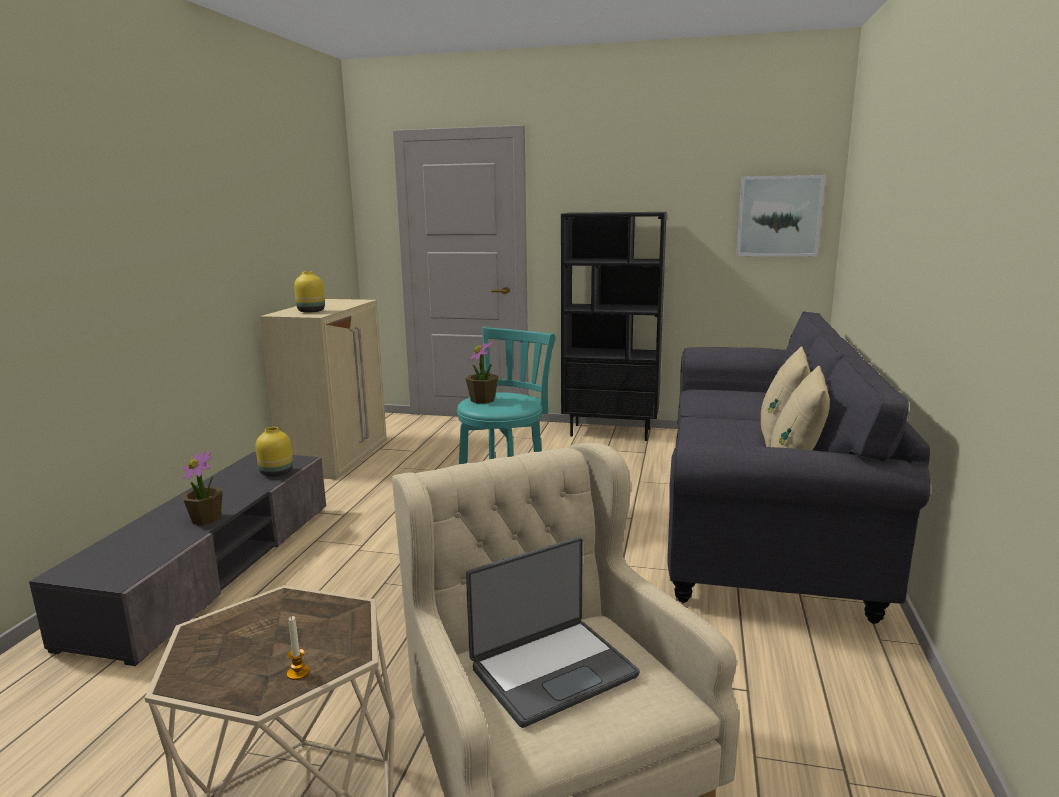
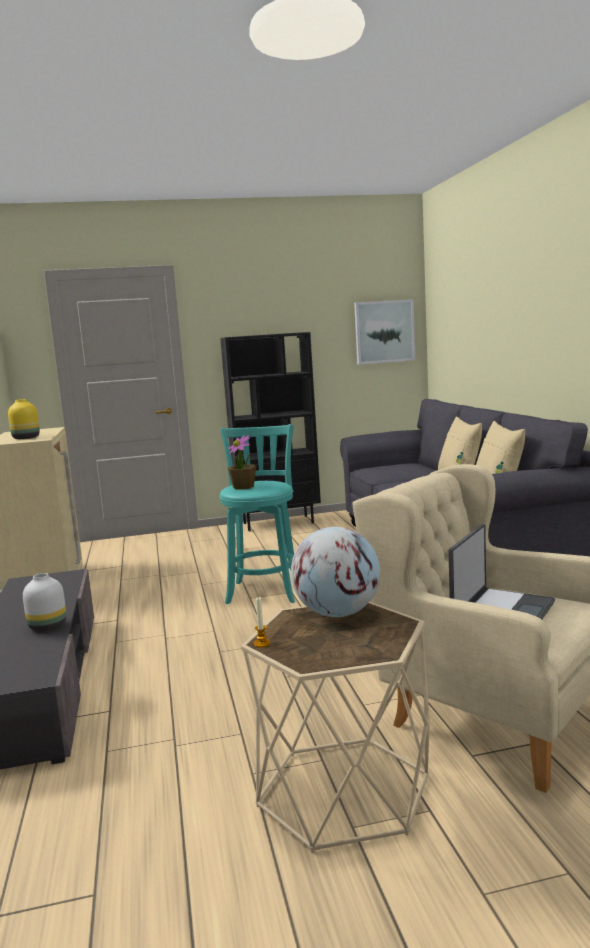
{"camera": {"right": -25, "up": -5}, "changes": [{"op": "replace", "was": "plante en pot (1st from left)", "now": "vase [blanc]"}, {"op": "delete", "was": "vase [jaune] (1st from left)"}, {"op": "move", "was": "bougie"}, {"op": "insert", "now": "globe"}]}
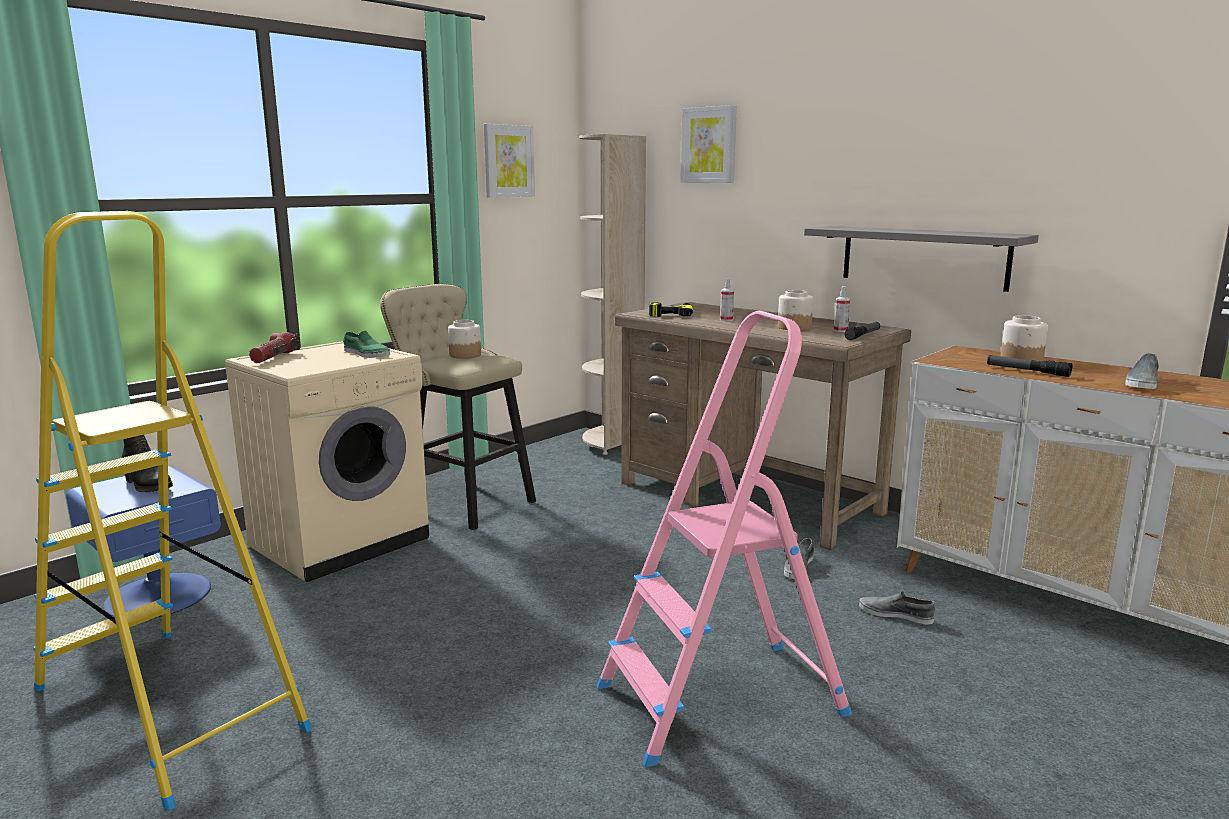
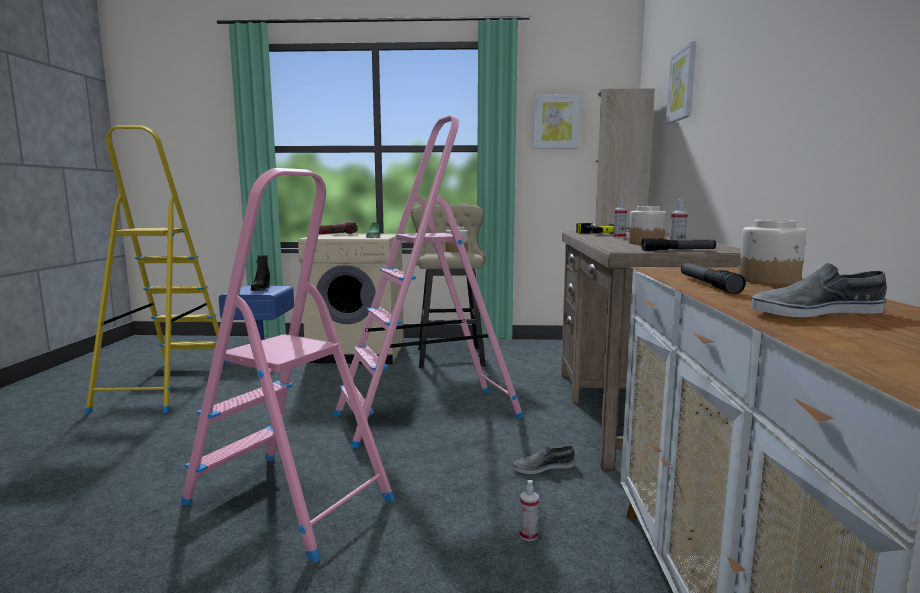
{"camera": {"right": 50, "up": -5}, "changes": [{"op": "delete", "was": "étagère [gris]"}, {"op": "replace", "was": "chaussure [gris] (2nd from left)", "now": "vaporisateur (1st from left)"}, {"op": "insert", "now": "escabeau [rose] (2nd from left)"}]}
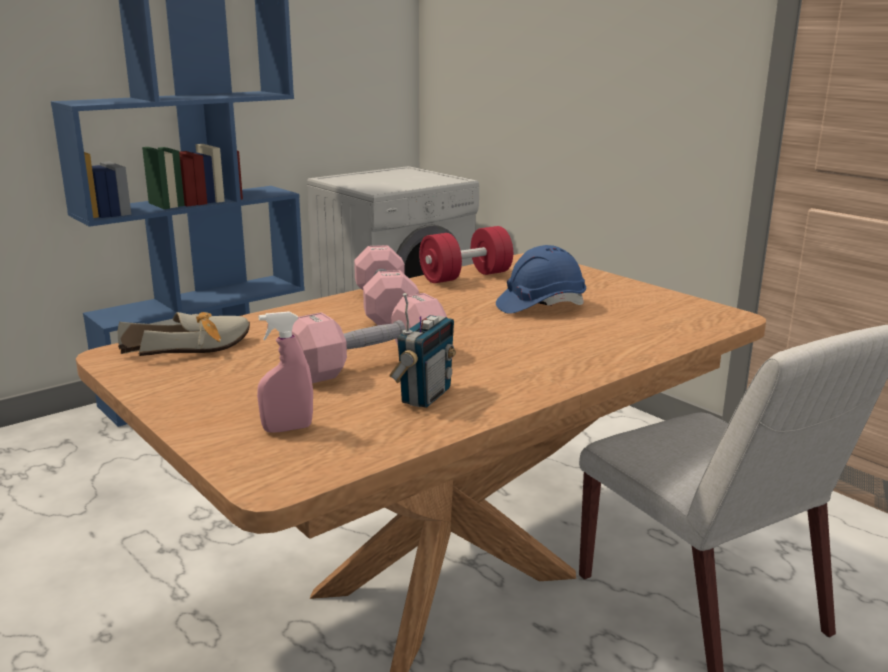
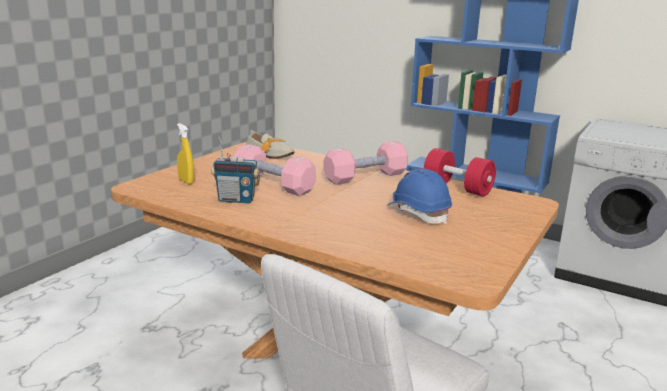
{"camera": {"right": 70, "up": 0}, "changes": [{"op": "recolor", "was": "vaporisateur [rose]", "now": "vaporisateur [jaune]"}]}
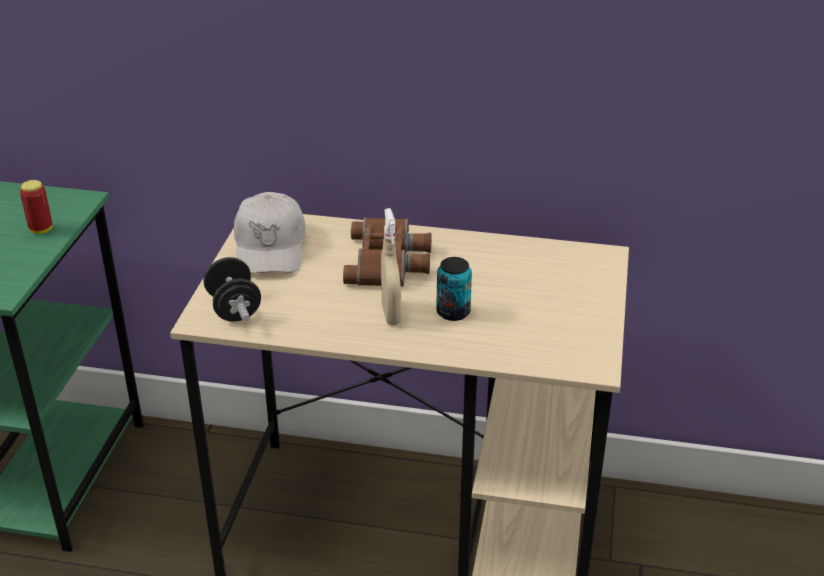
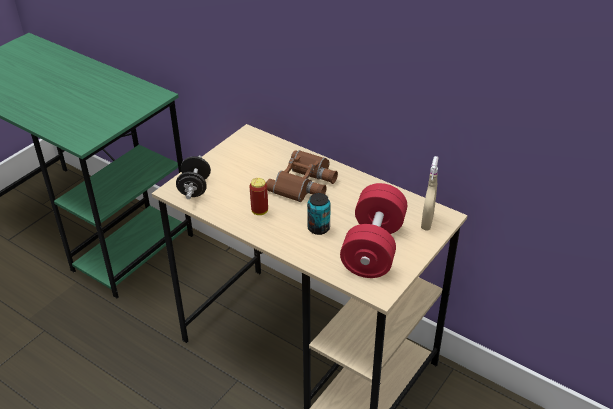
{"camera": {"right": 25, "up": 5}, "changes": [{"op": "move", "was": "boîte métallique (1st from left)"}, {"op": "delete", "was": "casquette [blanc]"}, {"op": "move", "was": "vaporisateur [beige]"}, {"op": "insert", "now": "haltère [rouge]"}]}
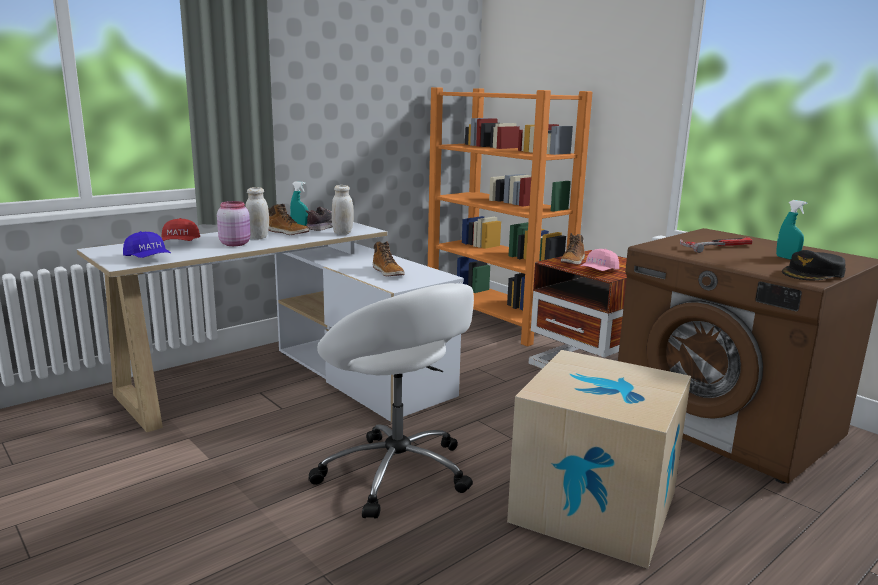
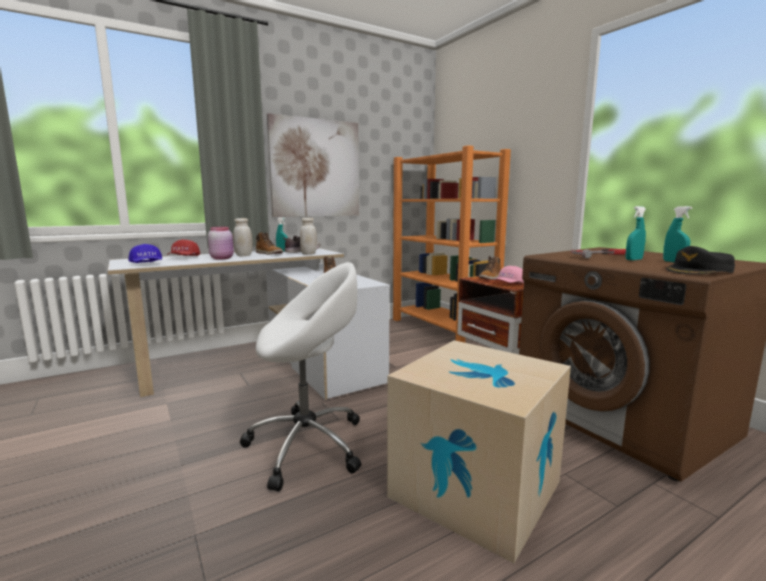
{"camera": {"right": 10, "up": -5}, "changes": [{"op": "rotate", "was": "chaise de bureau [blanc]", "clockwise": -75}, {"op": "insert", "now": "tableau"}, {"op": "insert", "now": "vaporisateur [turquoise] (2nd from left)"}]}
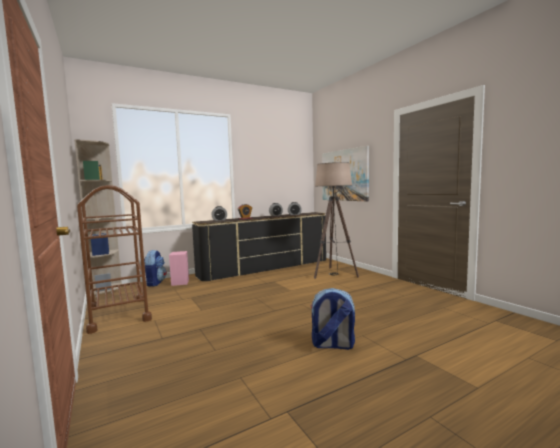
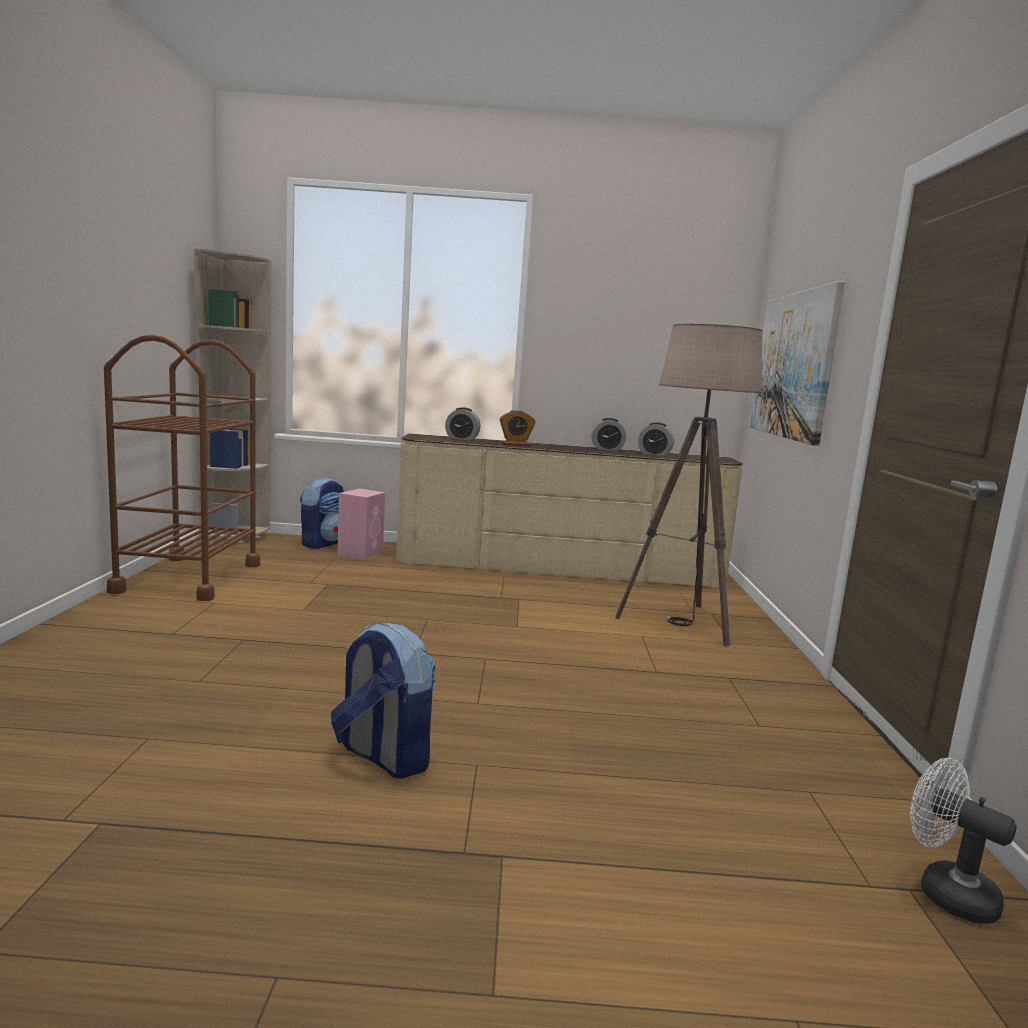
{"camera": {"right": 30, "up": 5}, "changes": [{"op": "recolor", "was": "meuble de rangement [noir]", "now": "meuble de rangement [beige]"}, {"op": "insert", "now": "ventilateur [blanc]"}]}
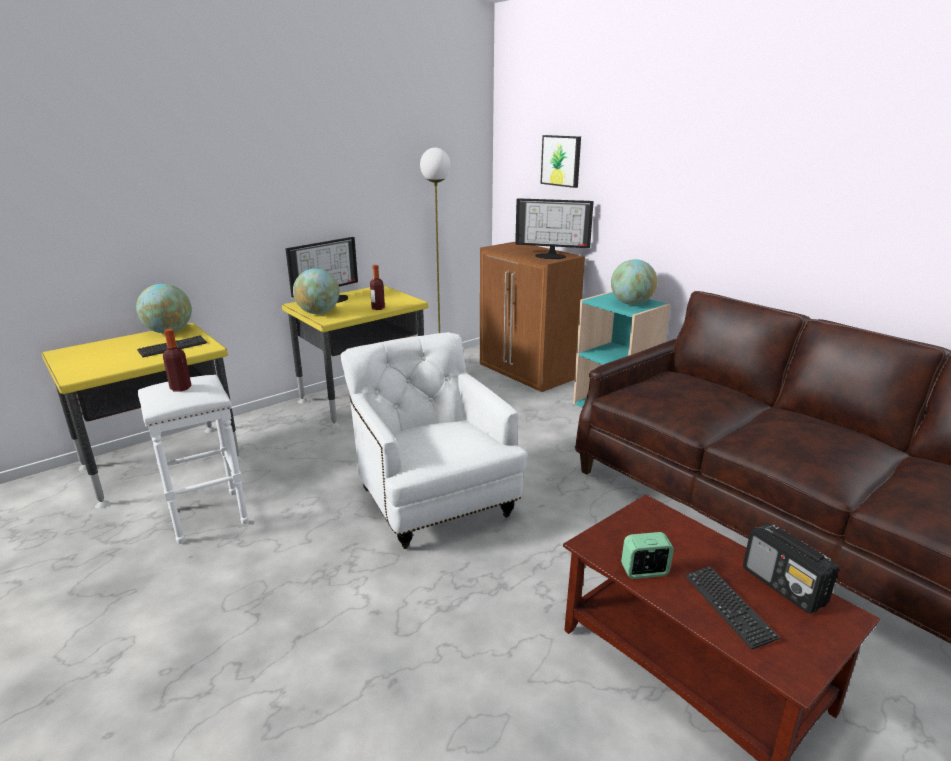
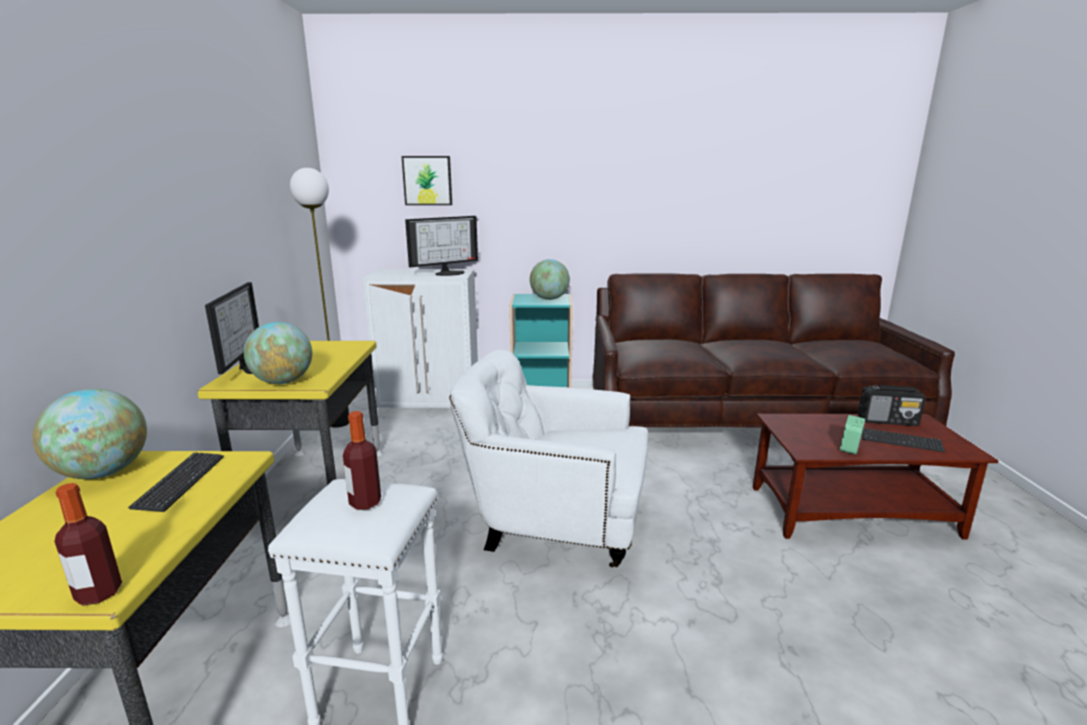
{"camera": {"right": -50, "up": -5}, "changes": [{"op": "move", "was": "bouteille (2nd from left in the first image)", "now": "bouteille (1st from left)"}, {"op": "recolor", "was": "meuble de rangement [marron]", "now": "meuble de rangement [blanc]"}]}
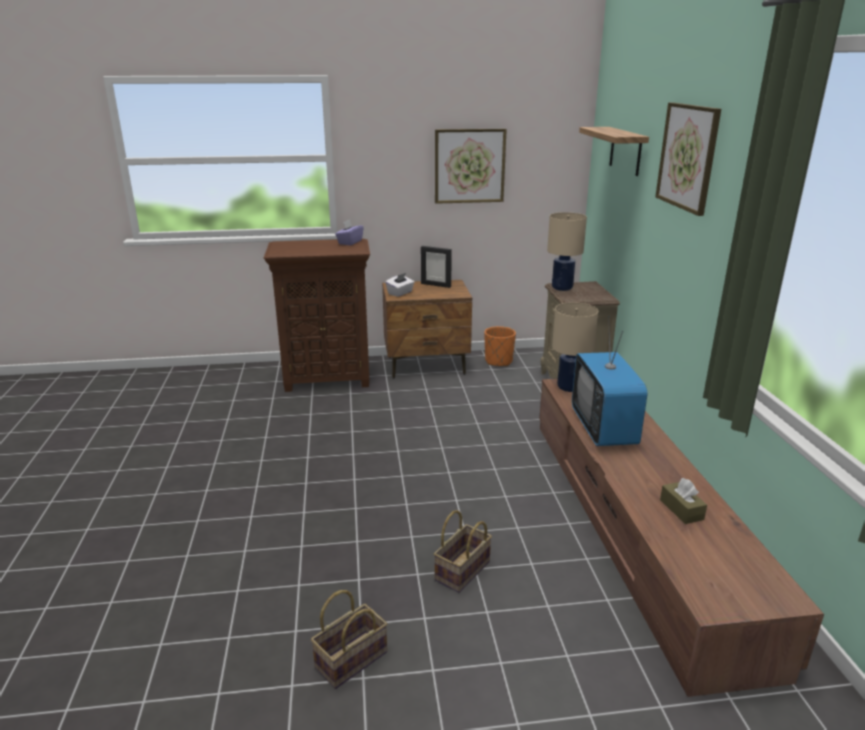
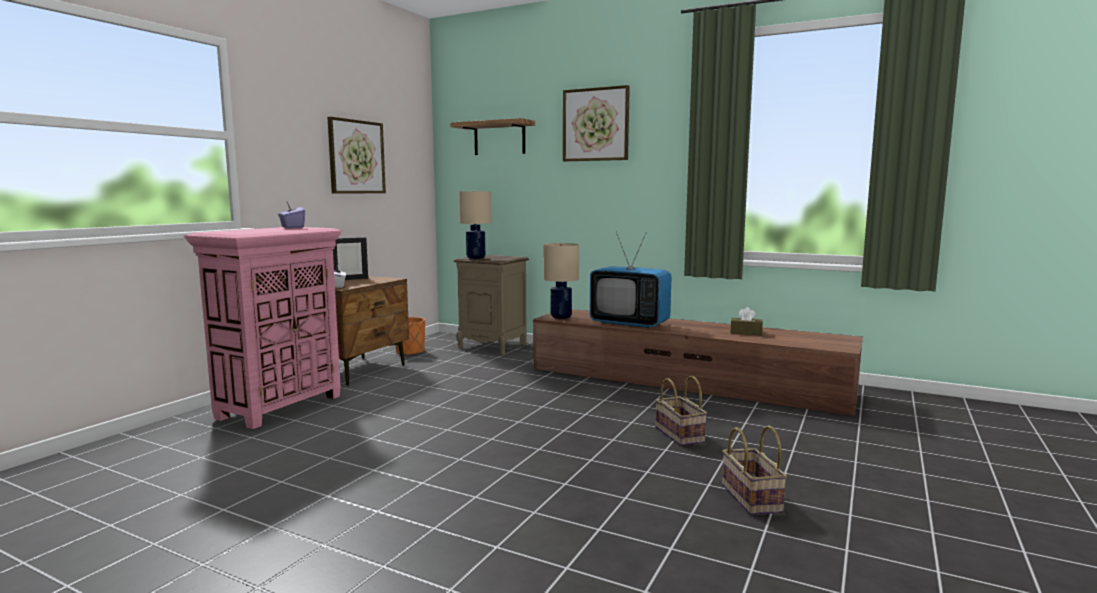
{"camera": {"right": -55, "up": -15}, "changes": [{"op": "recolor", "was": "meuble de rangement [marron]", "now": "meuble de rangement [rose]"}]}
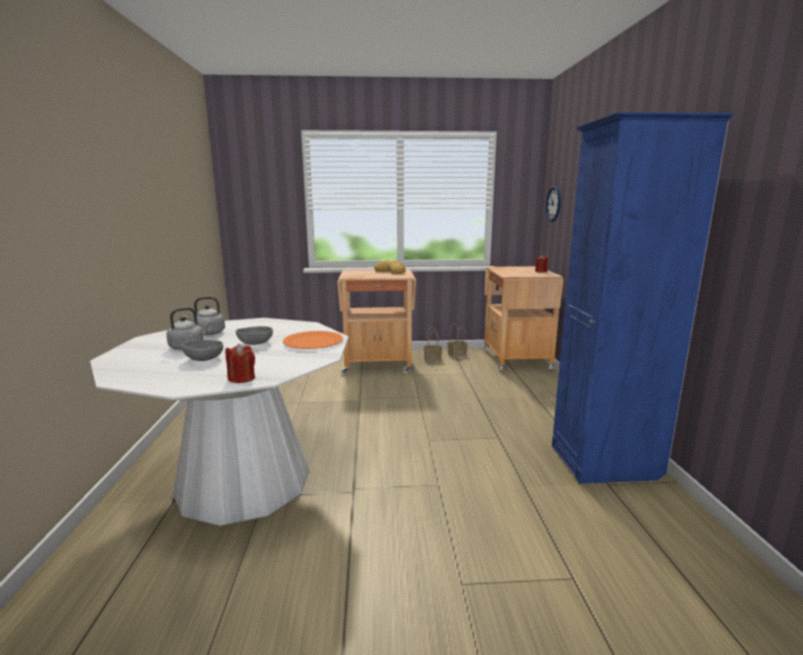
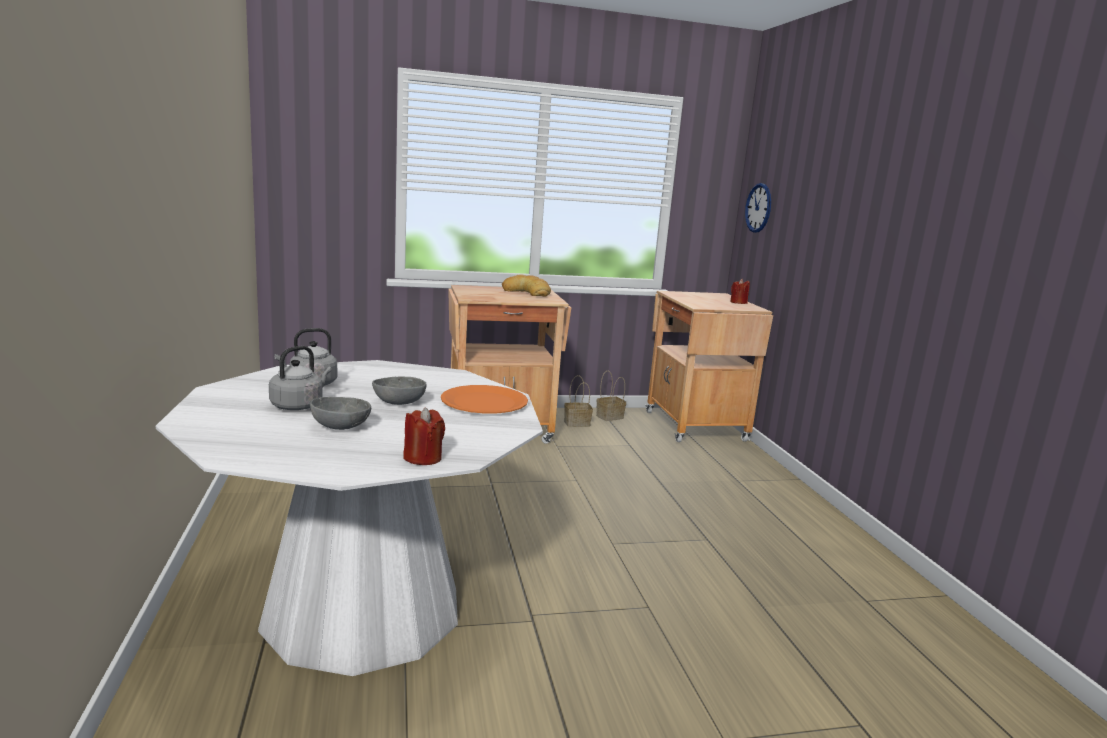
{"camera": {"right": -10, "up": 0}, "changes": [{"op": "delete", "was": "meuble de rangement [bleu]"}]}
